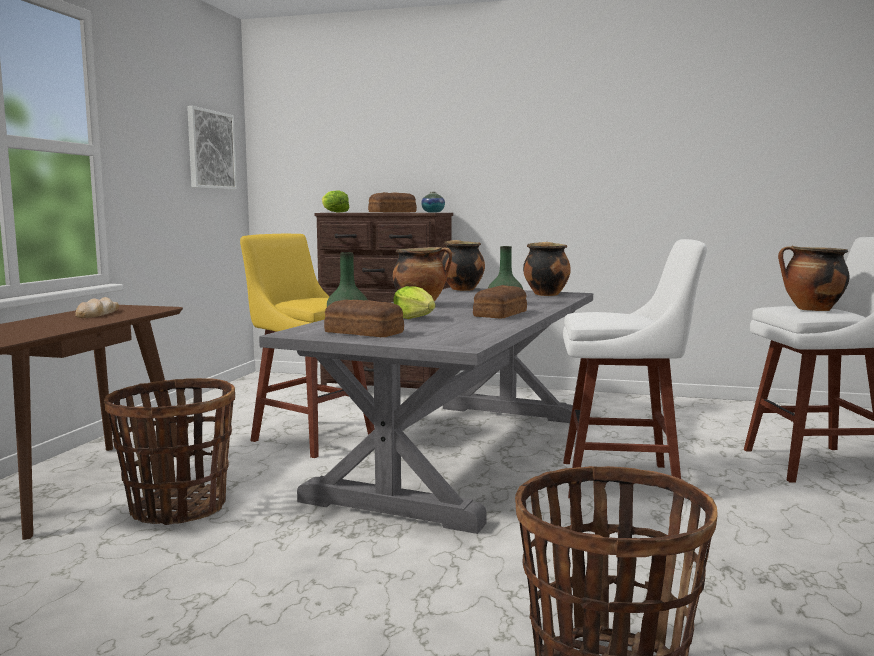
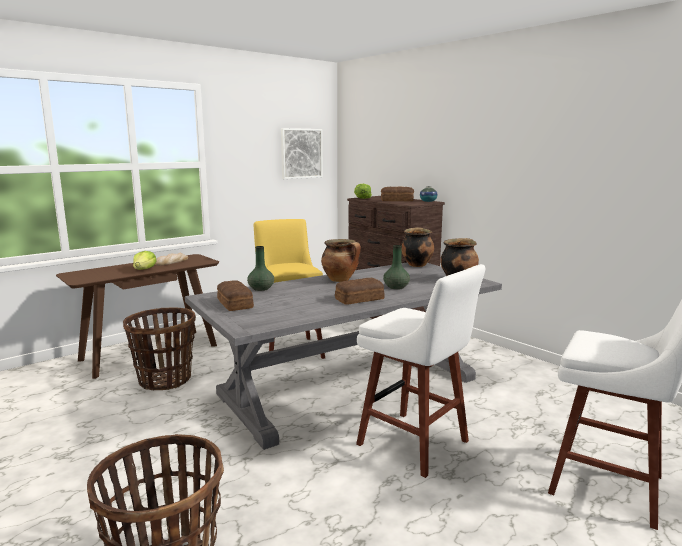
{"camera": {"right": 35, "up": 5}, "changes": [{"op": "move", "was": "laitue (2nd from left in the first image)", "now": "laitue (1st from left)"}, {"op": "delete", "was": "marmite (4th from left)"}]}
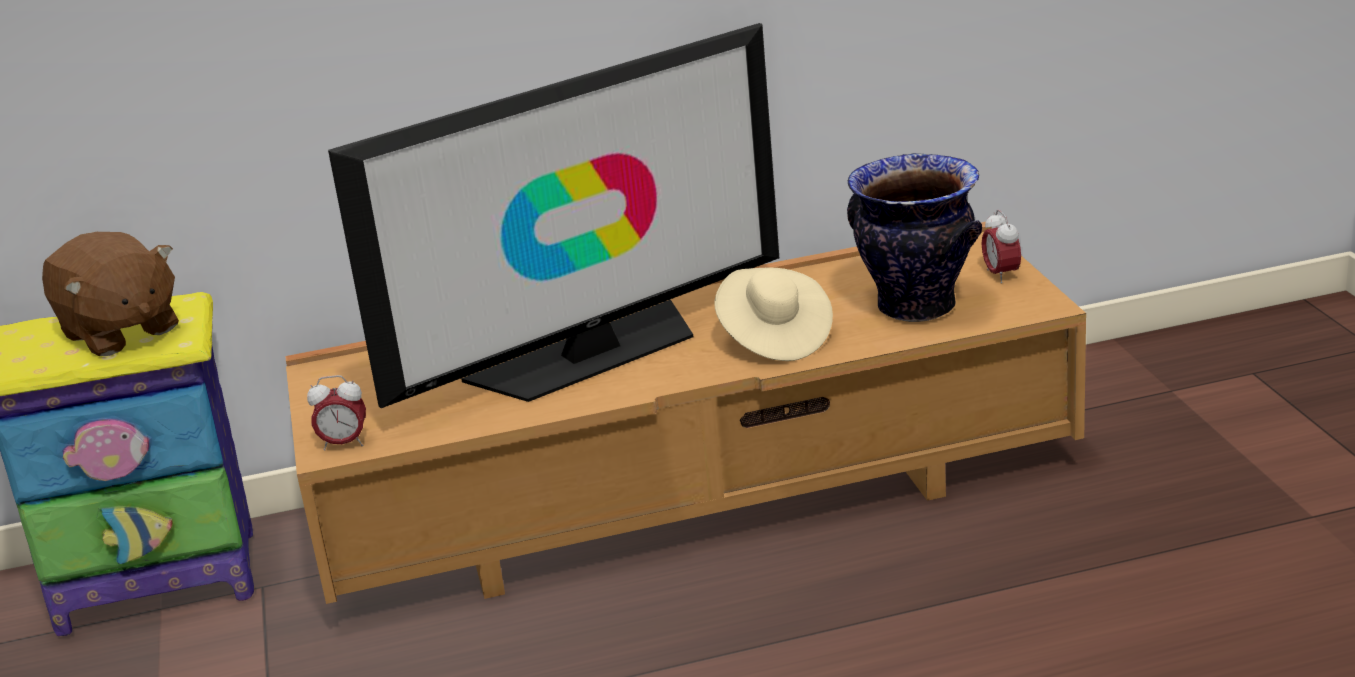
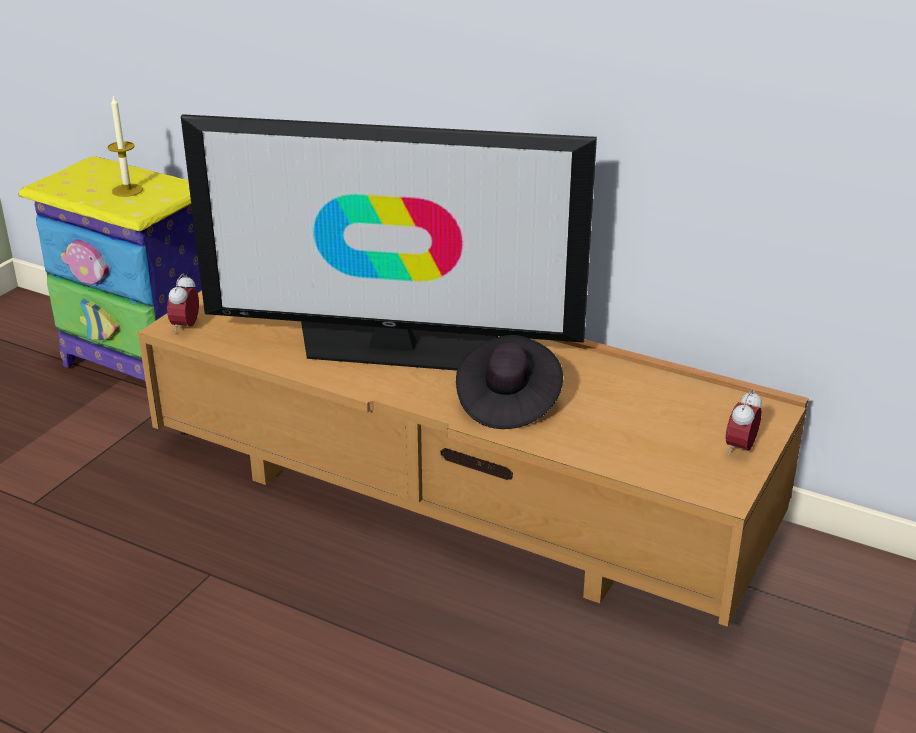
{"camera": {"right": 40, "up": 5}, "changes": [{"op": "replace", "was": "peluche [marron]", "now": "bougie"}, {"op": "rotate", "was": "réveil (1st from left)", "clockwise": 60}, {"op": "recolor", "was": "chapeau [beige]", "now": "chapeau [noir]"}, {"op": "delete", "was": "vase"}]}
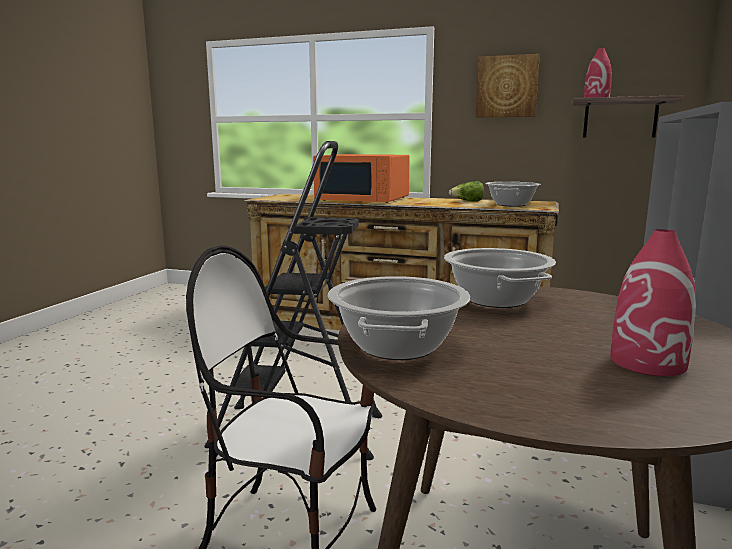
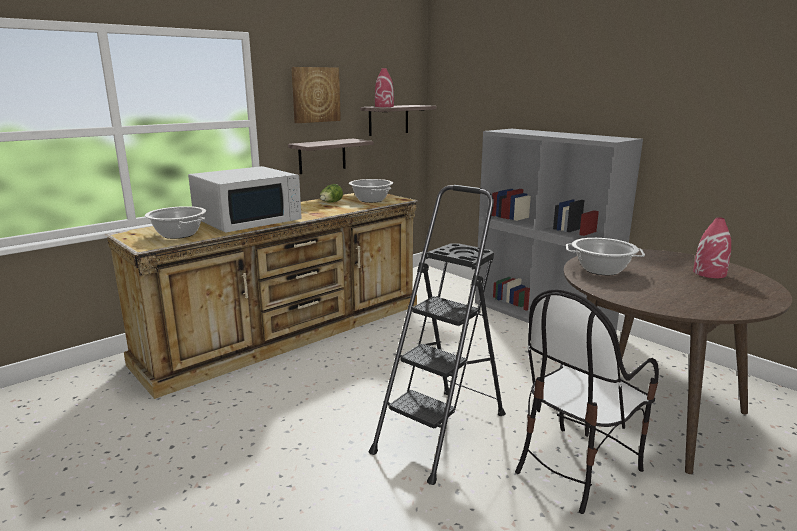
{"camera": {"right": -60, "up": 5}, "changes": [{"op": "recolor", "was": "micro-ondes [orange]", "now": "micro-ondes [blanc]"}, {"op": "move", "was": "marmite (1st from left)"}, {"op": "insert", "now": "étagère (1st from left)"}]}
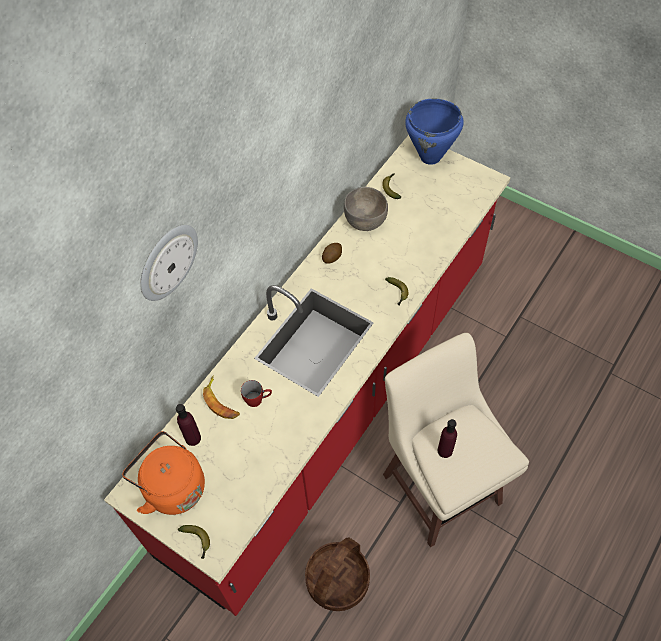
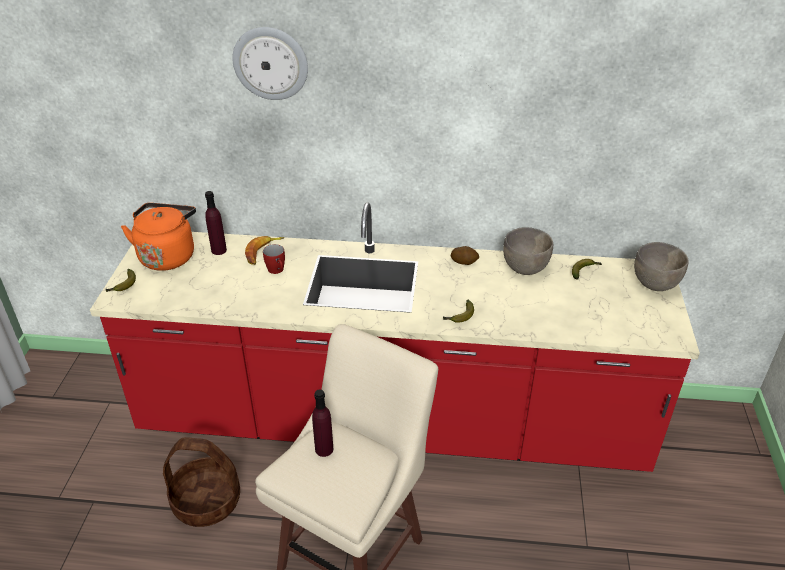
{"camera": {"right": 60, "up": -20}, "changes": [{"op": "replace", "was": "marmite [bleu]", "now": "bol [gris] (2nd from left)"}]}
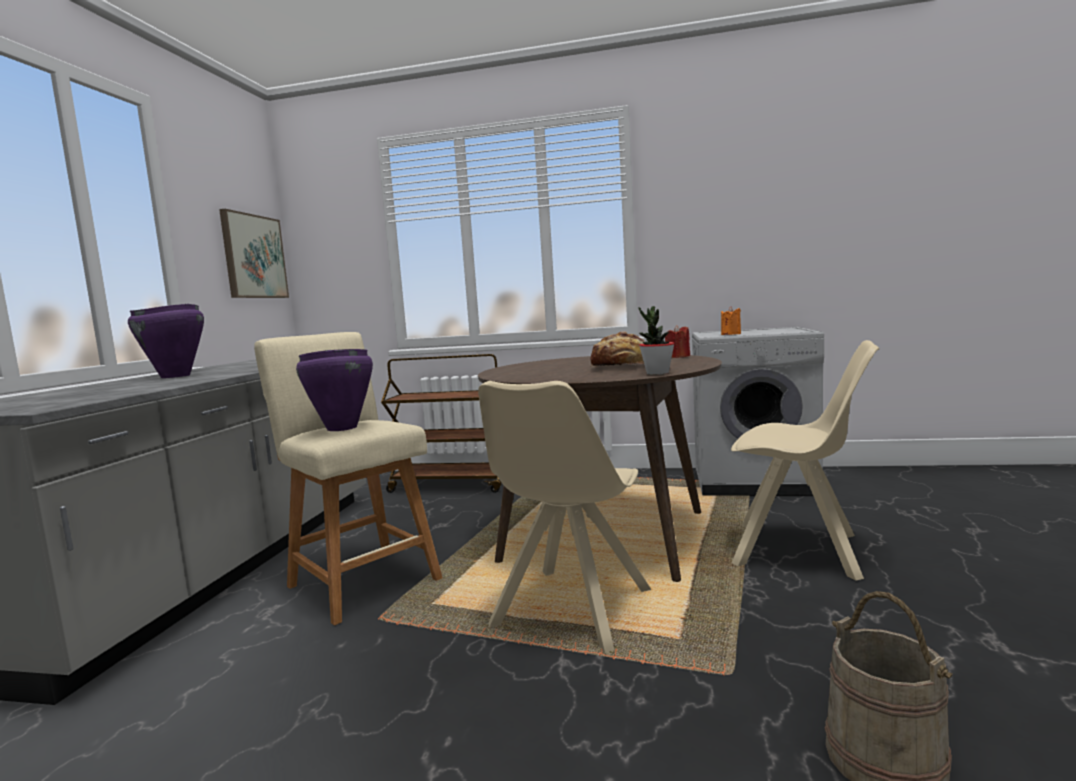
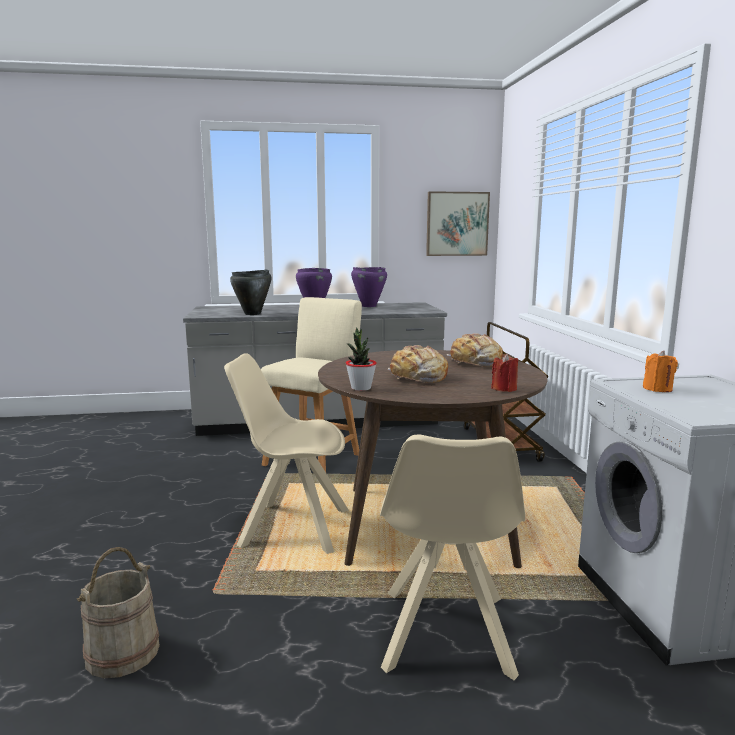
{"camera": {"right": 70, "up": 5}, "changes": [{"op": "move", "was": "marmite [violet] (2nd from left)"}, {"op": "insert", "now": "marmite [noir]"}, {"op": "insert", "now": "pain (2nd from left)"}]}
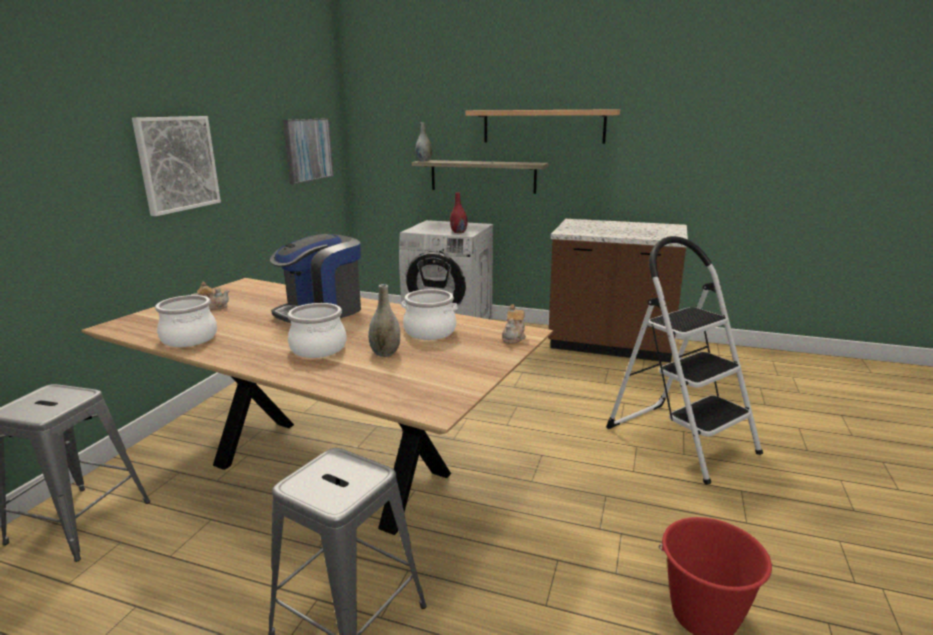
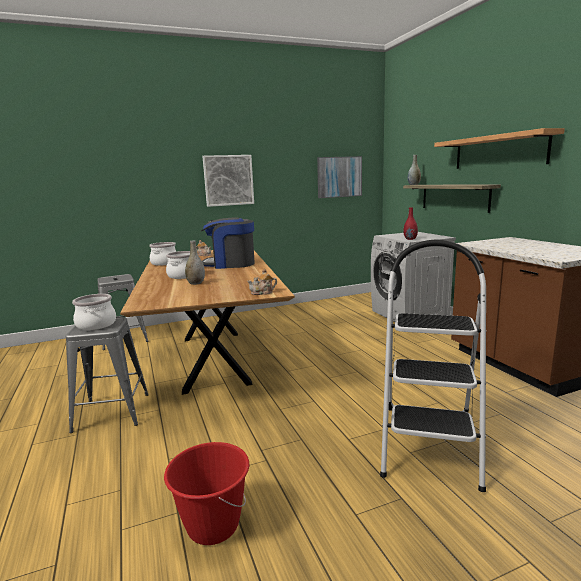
{"camera": {"right": 50, "up": -5}, "changes": [{"op": "move", "was": "marmite (3rd from left in the first image)", "now": "marmite (1st from left)"}]}
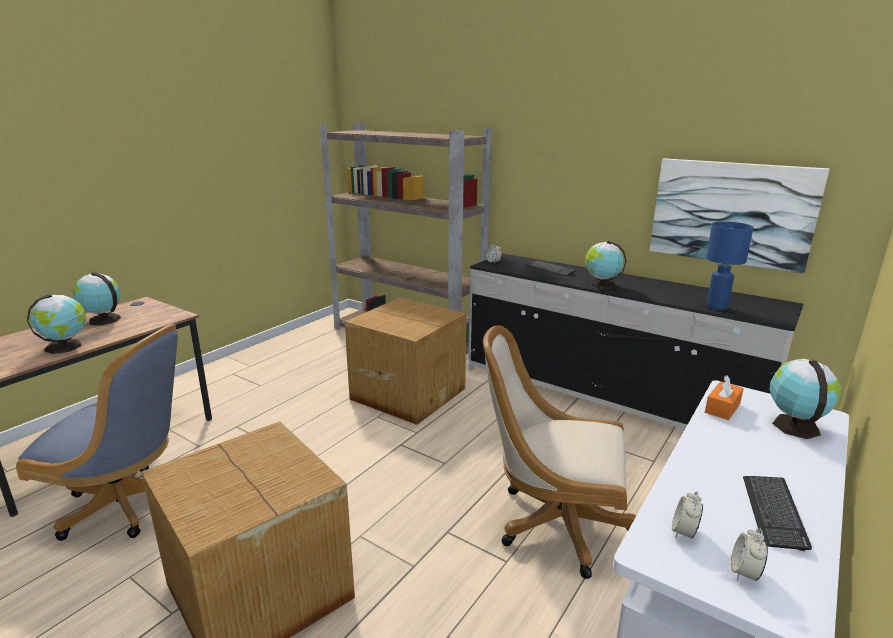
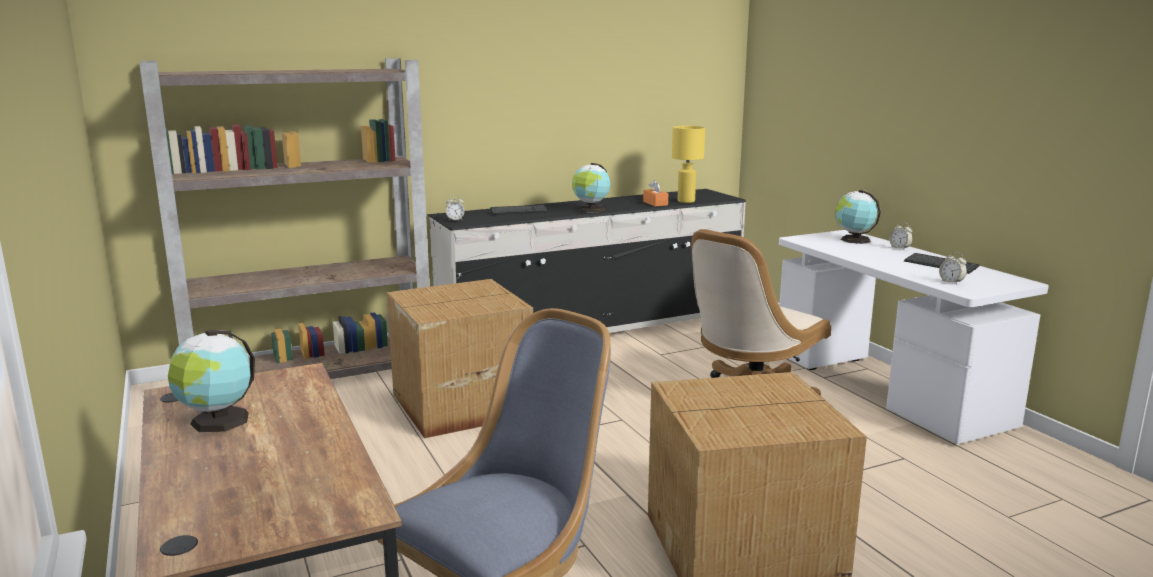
{"camera": {"right": -60, "up": -5}, "changes": [{"op": "delete", "was": "globe (1st from left)"}, {"op": "delete", "was": "tableau"}, {"op": "move", "was": "boîte à mouchoirs [orange]"}, {"op": "recolor", "was": "lampe de table [bleu]", "now": "lampe de table [jaune]"}, {"op": "move", "was": "réveil (3rd from left in the first image)", "now": "réveil (2nd from left)"}]}
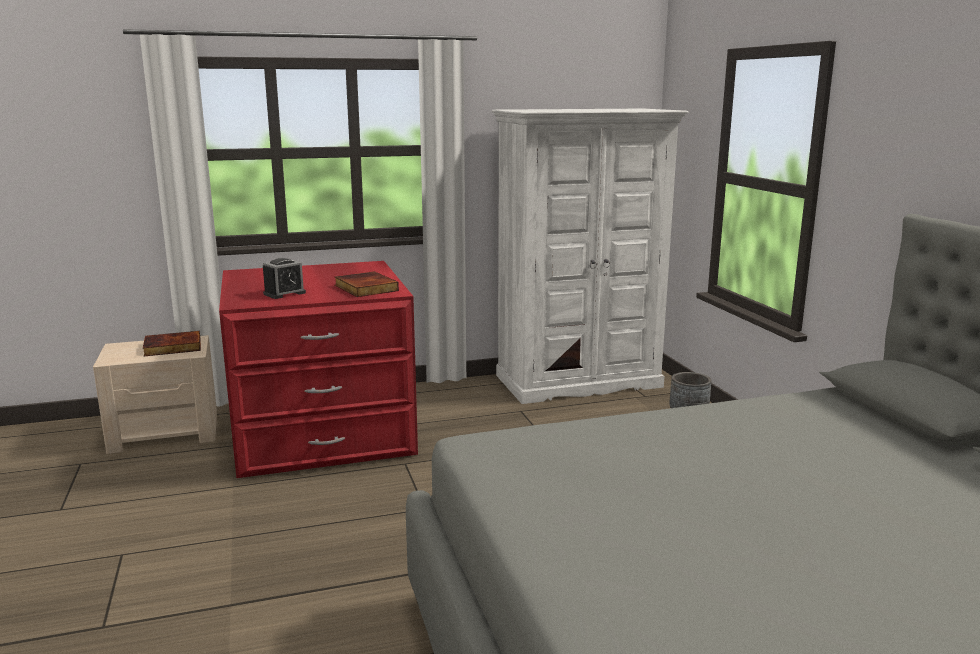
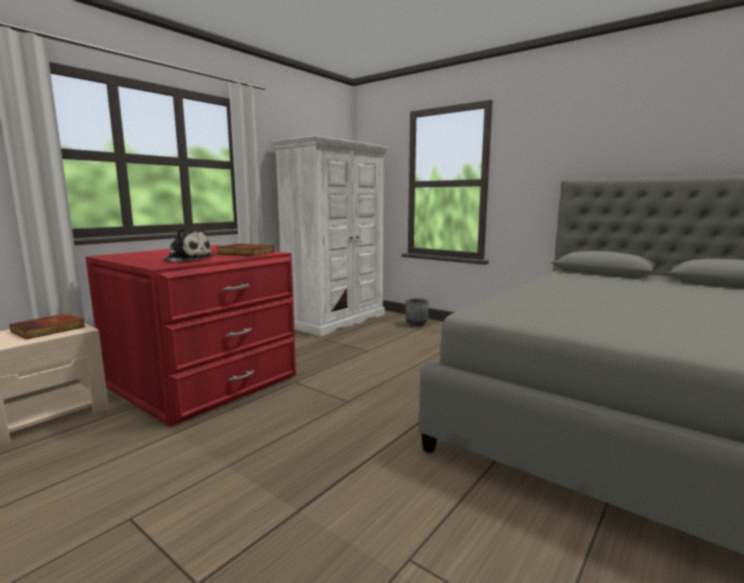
{"camera": {"right": -35, "up": -5}, "changes": [{"op": "replace", "was": "réveil", "now": "peluche"}]}
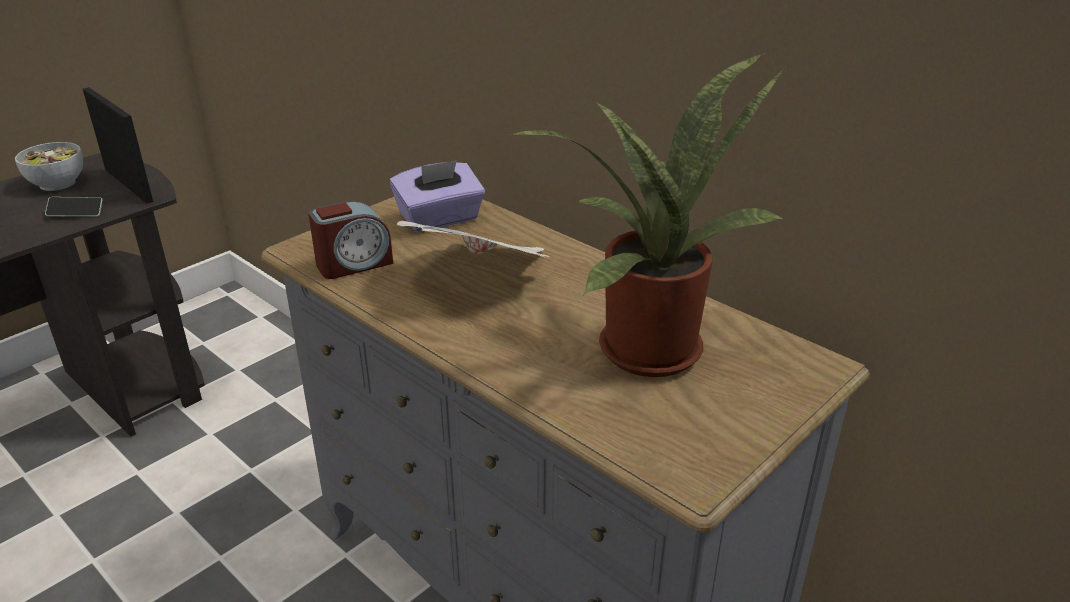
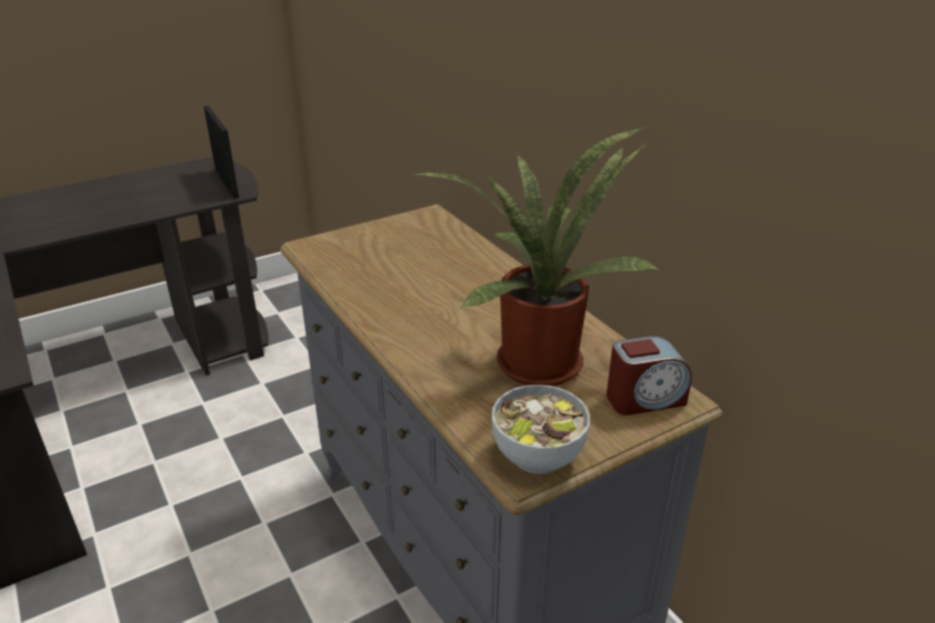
{"camera": {"right": 15, "up": 0}, "changes": [{"op": "move", "was": "bol"}, {"op": "delete", "was": "téléphone"}, {"op": "move", "was": "réveil"}, {"op": "delete", "was": "boîte à mouchoirs [violet]"}, {"op": "delete", "was": "journal"}]}
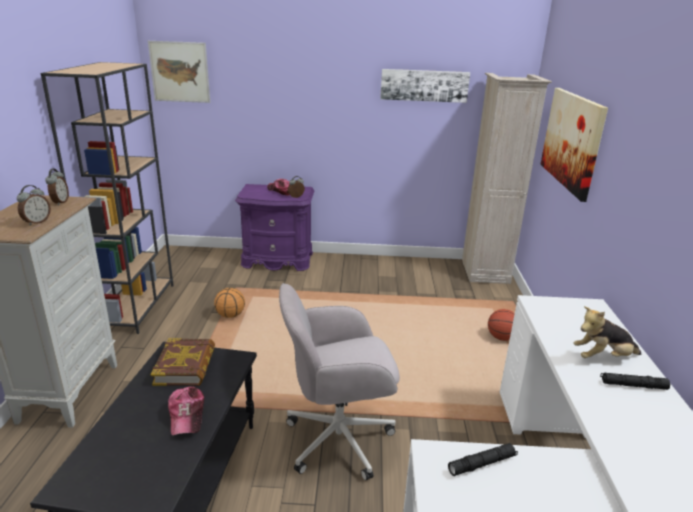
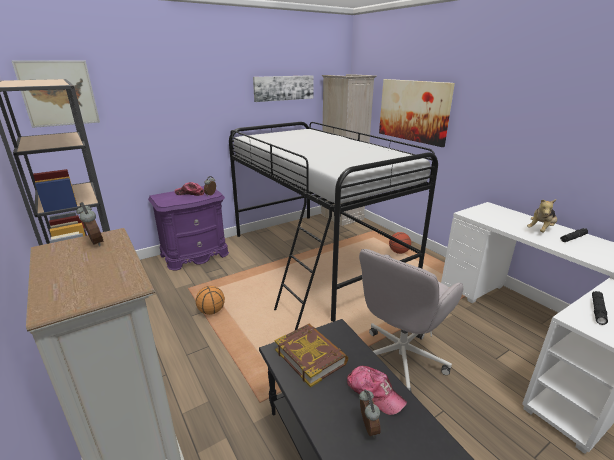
{"camera": {"right": -35, "up": 0}, "changes": [{"op": "move", "was": "réveil (1st from left in the first image)", "now": "réveil (3rd from left)"}, {"op": "insert", "now": "lit [noir]"}]}
